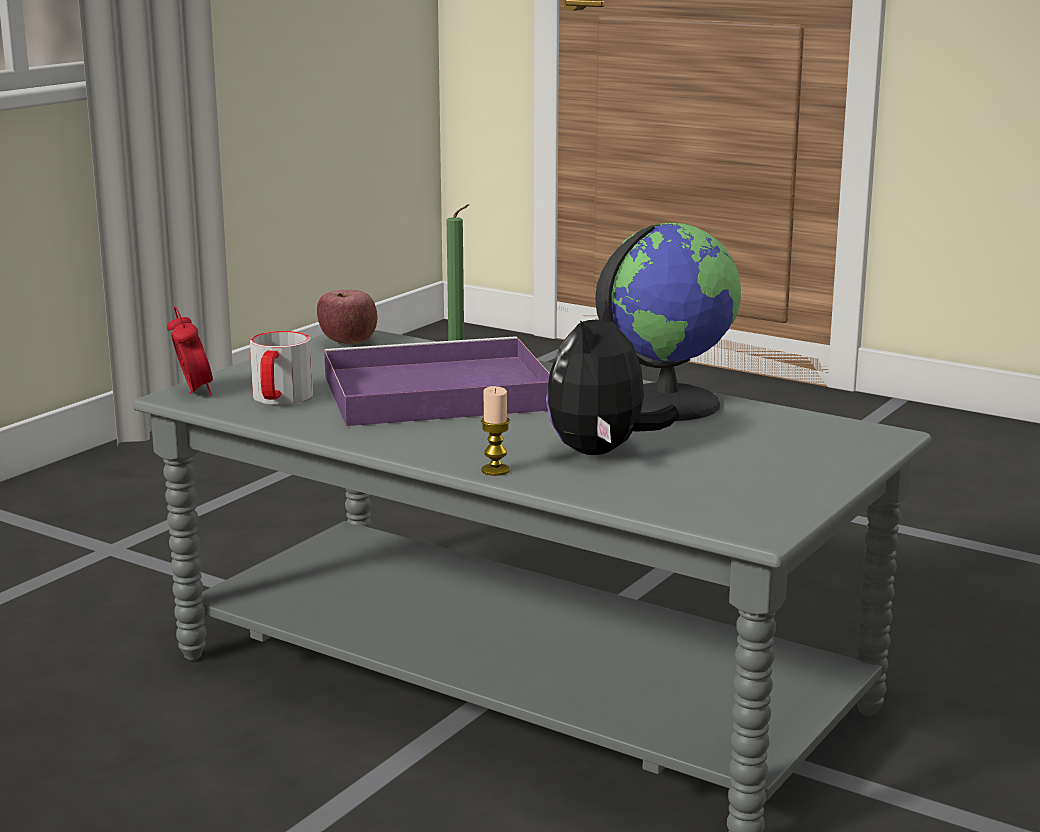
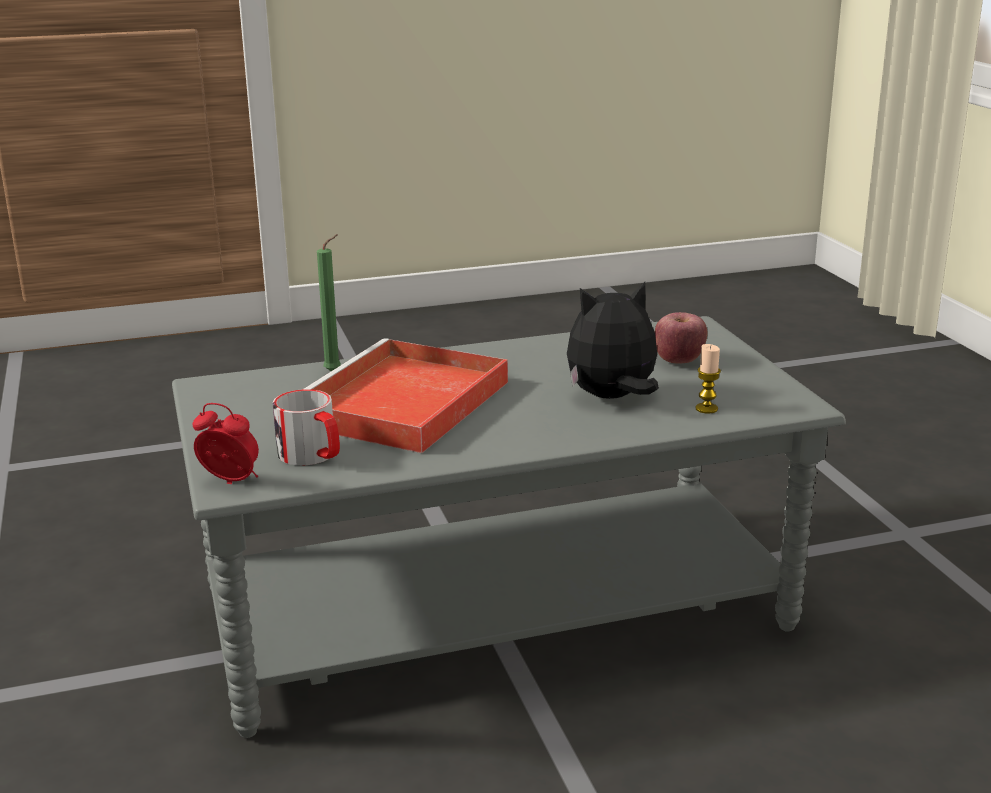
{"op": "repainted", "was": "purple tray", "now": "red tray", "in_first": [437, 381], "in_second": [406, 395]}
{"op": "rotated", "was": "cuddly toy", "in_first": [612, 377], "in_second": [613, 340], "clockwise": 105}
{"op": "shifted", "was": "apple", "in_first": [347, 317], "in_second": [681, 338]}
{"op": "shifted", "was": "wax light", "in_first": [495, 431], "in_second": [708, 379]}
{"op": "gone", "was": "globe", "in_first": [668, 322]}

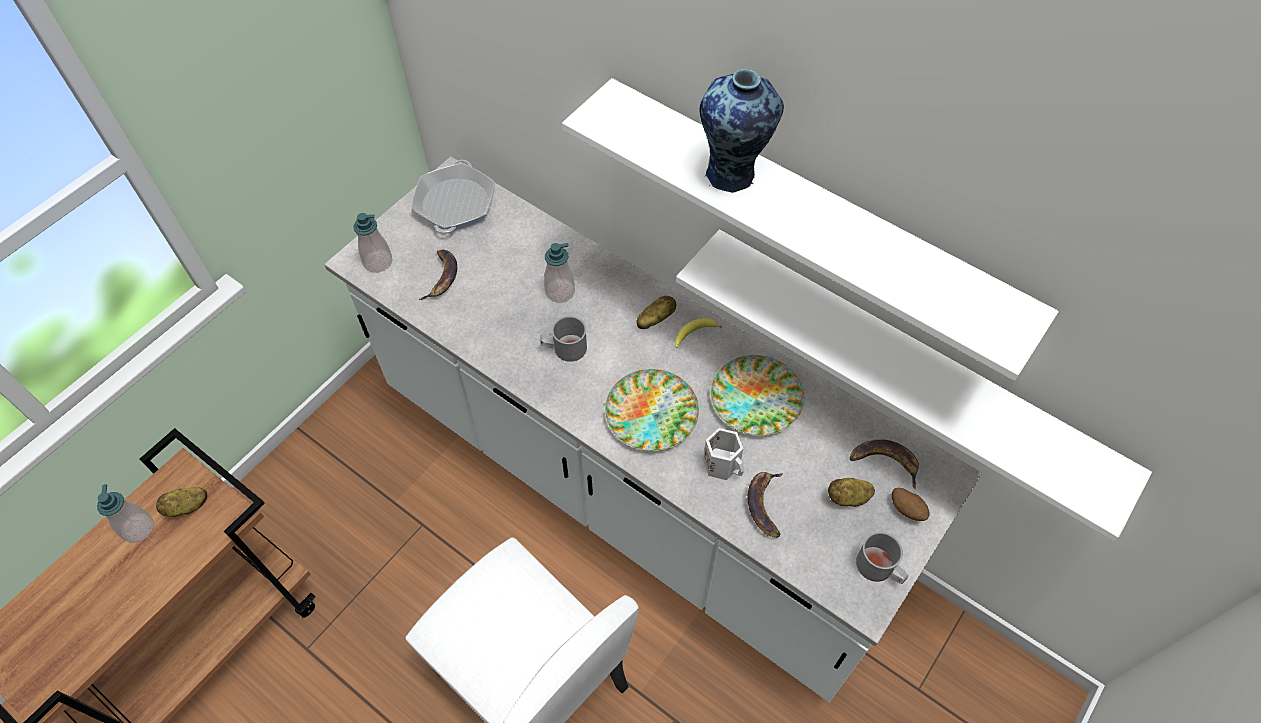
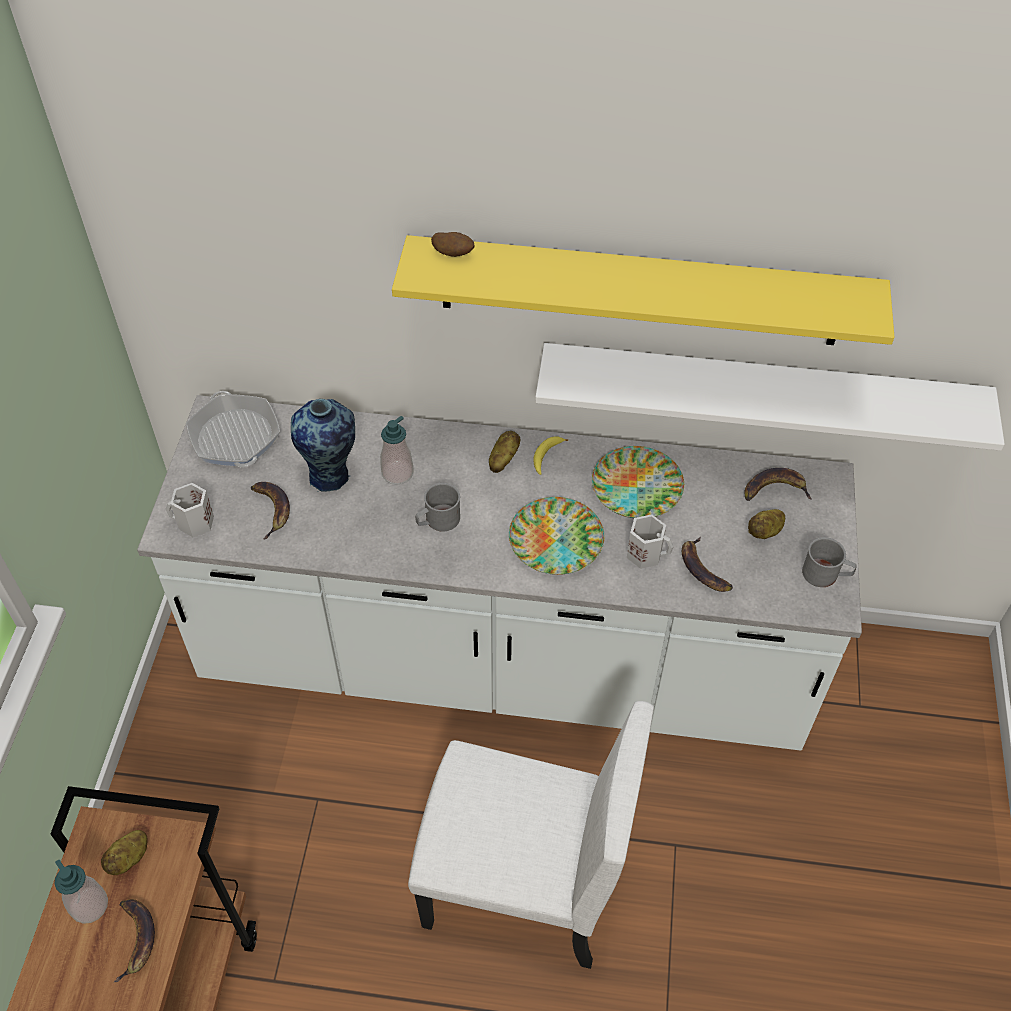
{"op": "new", "now": "banana fruit", "in_second": [134, 940]}
{"op": "swapped", "was": "soap dispenser", "now": "white tea mug", "in_first": [372, 243], "in_second": [190, 510]}
{"op": "shifted", "was": "flower vase", "in_first": [741, 131], "in_second": [323, 445]}
{"op": "repainted", "was": "white shelf", "now": "yellowish shelf", "in_first": [810, 229], "in_second": [643, 290]}
{"op": "shifted", "was": "spud", "in_first": [911, 504], "in_second": [452, 244]}

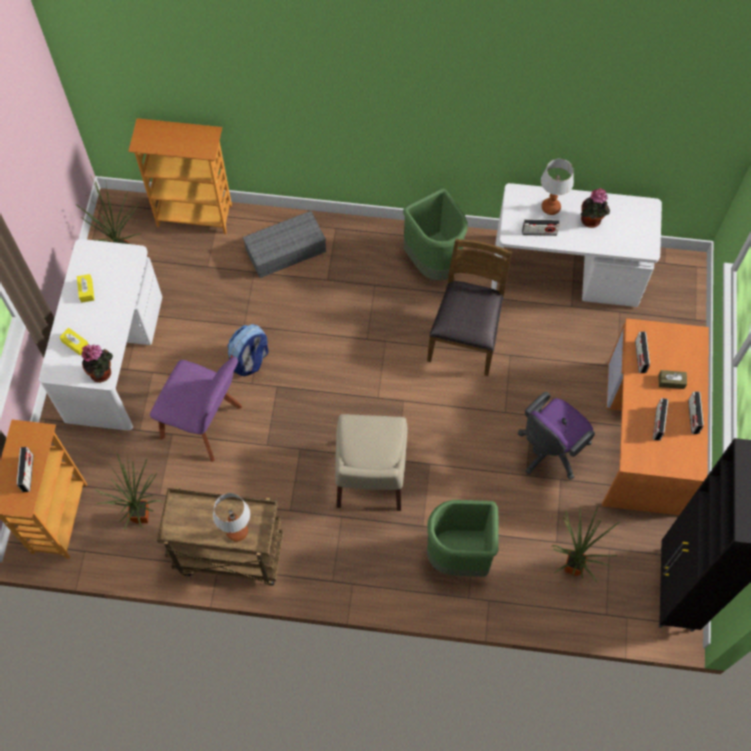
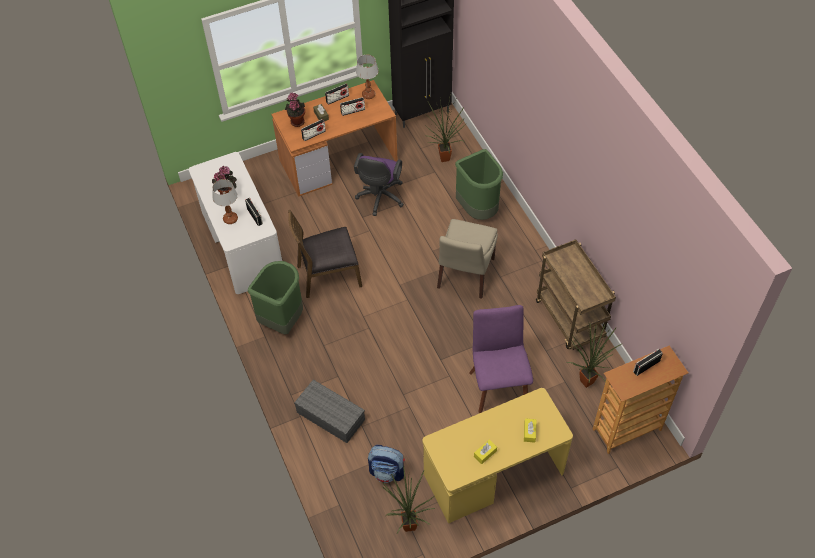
{"op": "shifted", "was": "plant in a pot", "in_first": [97, 363], "in_second": [295, 109]}
{"op": "rotated", "was": "purple computer chair", "in_first": [556, 436], "in_second": [379, 184], "clockwise": 90}
{"op": "shifted", "was": "tabletop lamp", "in_first": [231, 517], "in_second": [367, 77]}
{"op": "shifted", "was": "knapsack", "in_first": [248, 350], "in_second": [386, 464]}
{"op": "repainted", "was": "white desk table", "now": "yellowish desk table", "in_first": [100, 334], "in_second": [497, 456]}
{"op": "rotated", "was": "beige-coloured plain chair", "in_first": [371, 462], "in_second": [467, 259], "clockwise": 135}
{"op": "gone", "was": "shelving unit", "in_first": [180, 176]}

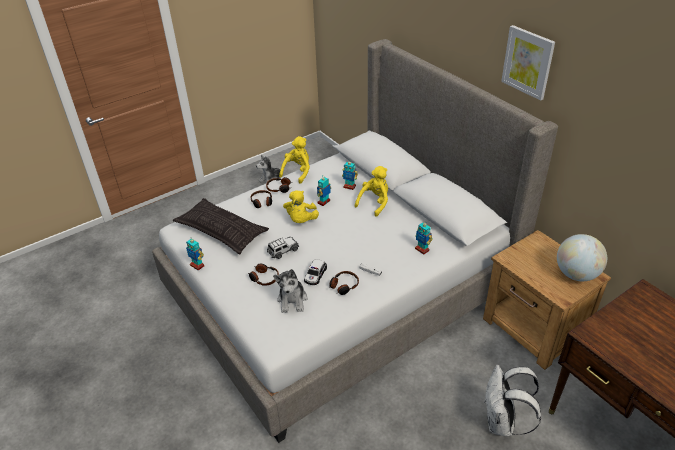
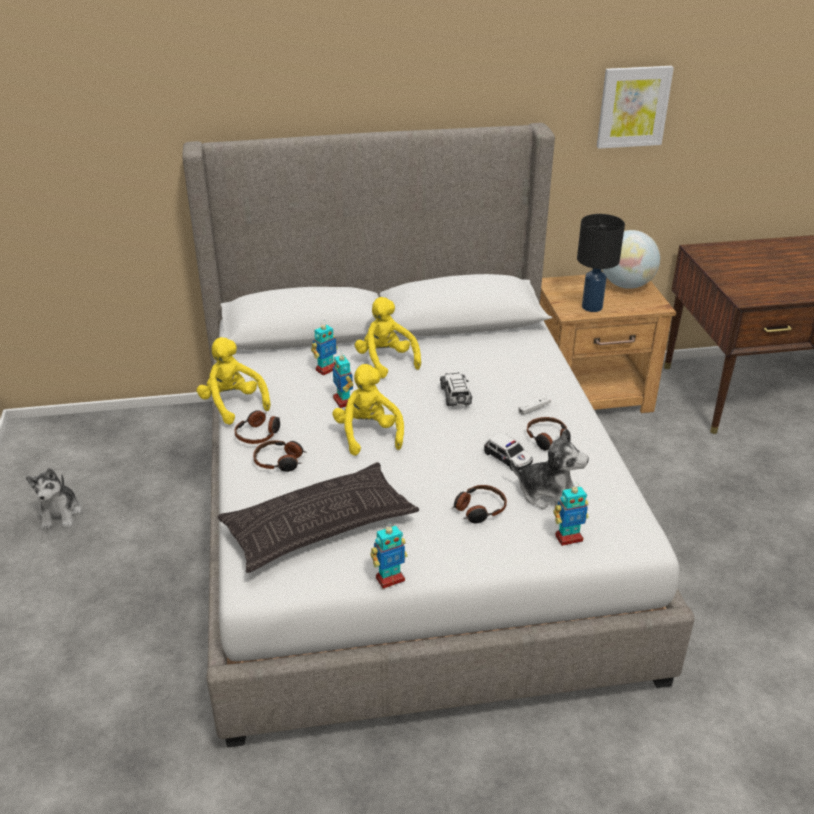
{"op": "rotated", "was": "yellowish cuddly toy", "in_first": [301, 206], "in_second": [368, 410], "clockwise": -135}
{"op": "shifted", "was": "miniature car", "in_first": [283, 248], "in_second": [456, 389]}
{"op": "shifted", "was": "robot figure", "in_first": [424, 237], "in_second": [571, 514]}
{"op": "new", "now": "blackish tabletop lamp", "in_second": [601, 263]}
{"op": "shifted", "was": "wall picture", "in_first": [528, 63], "in_second": [635, 107]}
{"op": "gone", "was": "white knapsack", "in_first": [513, 400]}

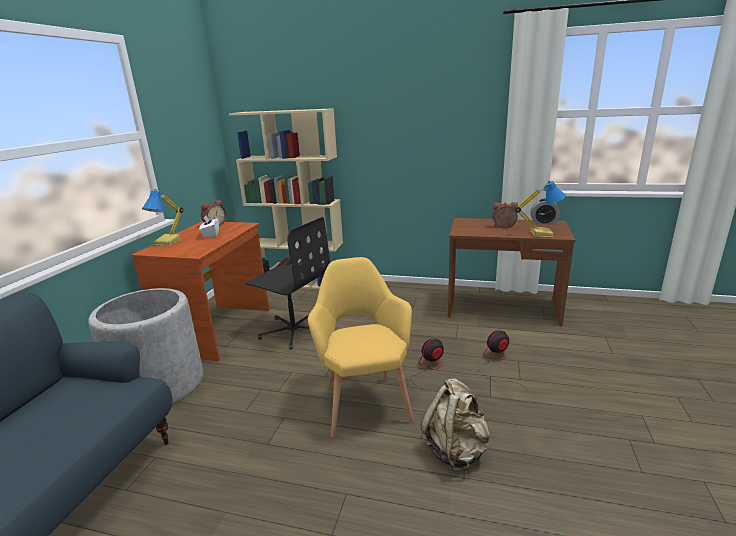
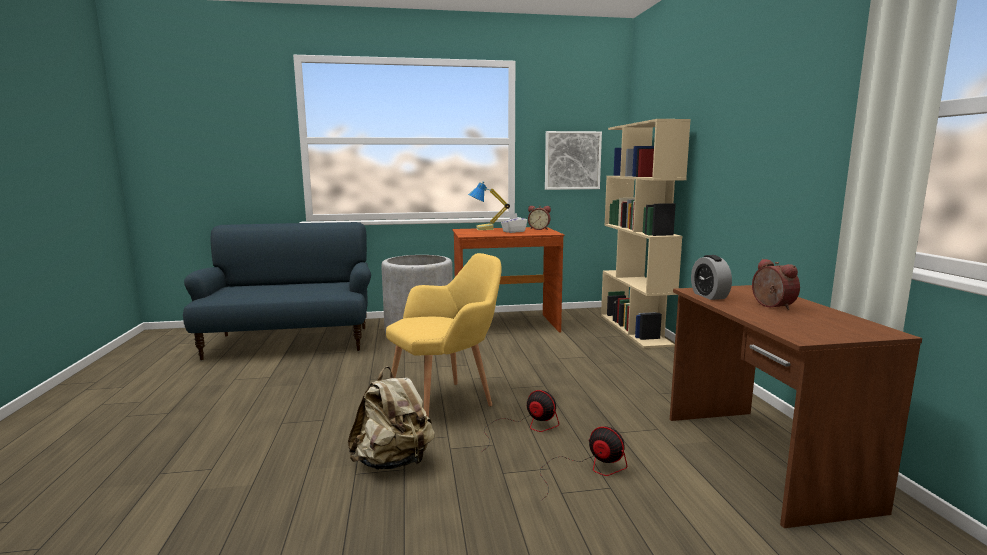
{"op": "new", "now": "wall picture", "in_second": [573, 160]}
{"op": "shifted", "was": "bedside clock", "in_first": [545, 211], "in_second": [711, 277]}
{"op": "gone", "was": "blackish computer chair", "in_first": [287, 283]}
{"op": "gone", "was": "tabletop lamp", "in_first": [540, 209]}

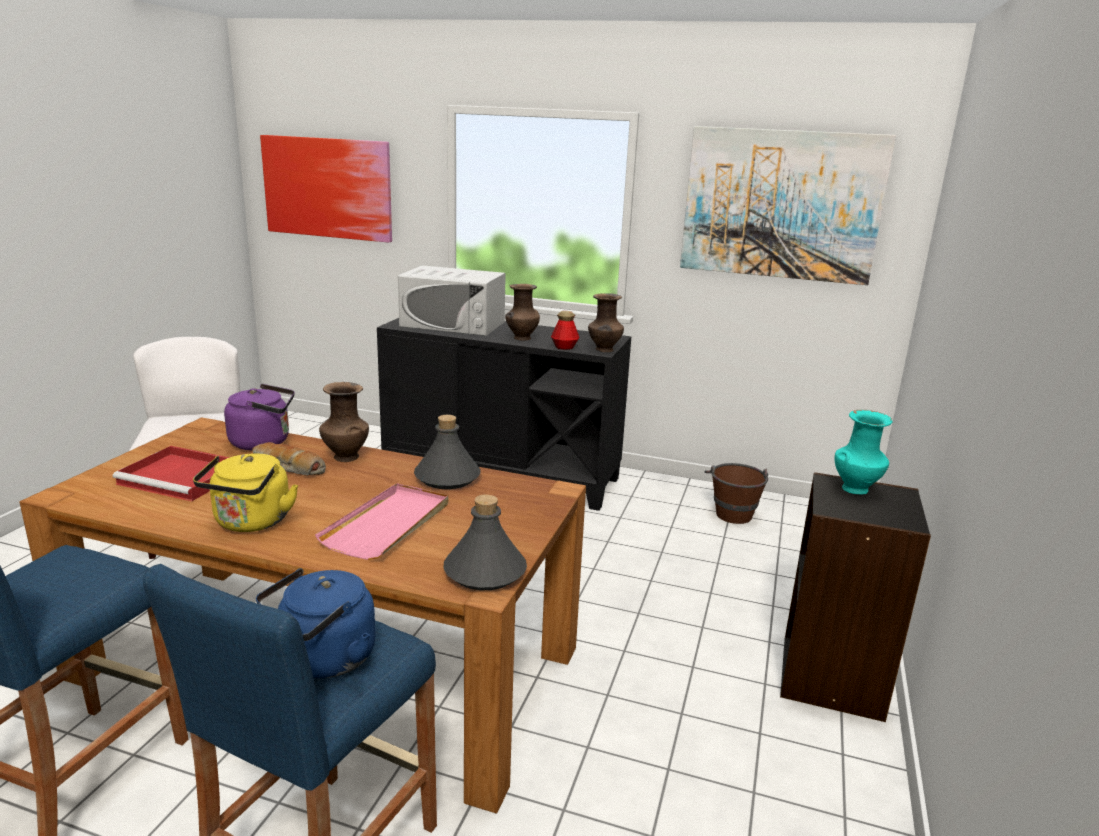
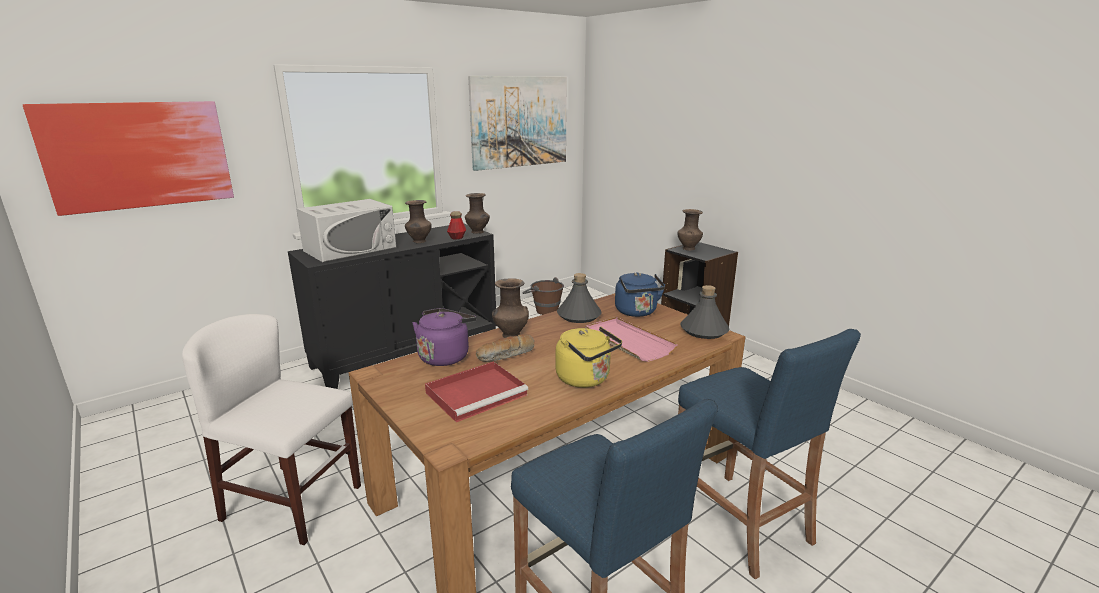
{"op": "shifted", "was": "blue water kettle", "in_first": [316, 623], "in_second": [640, 294]}
{"op": "repainted", "was": "turquoise flower vase", "now": "brown-coloured flower vase", "in_first": [864, 452], "in_second": [690, 229]}

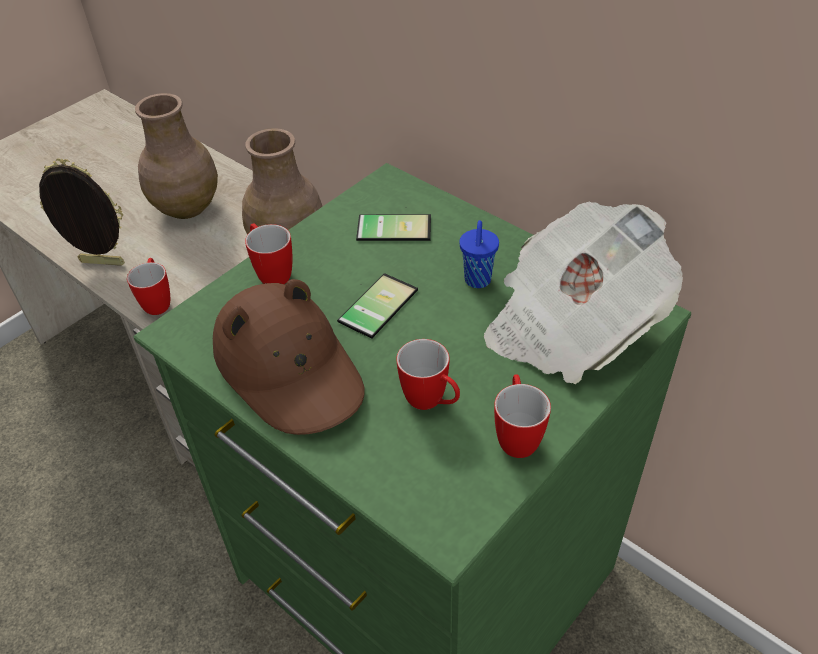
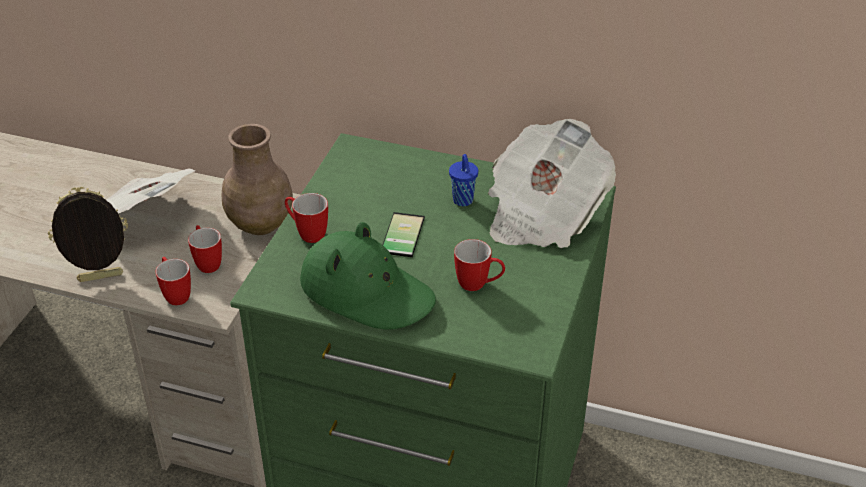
{"op": "swapped", "was": "brown-coloured flower vase", "now": "daily paper", "in_first": [176, 156], "in_second": [151, 190]}
{"op": "shifted", "was": "tea mug", "in_first": [522, 416], "in_second": [205, 249]}
{"op": "repainted", "was": "brown-coloured clothing hat", "now": "greenish clothing hat", "in_first": [288, 357], "in_second": [368, 276]}
{"op": "gone", "was": "telephone", "in_first": [393, 227]}

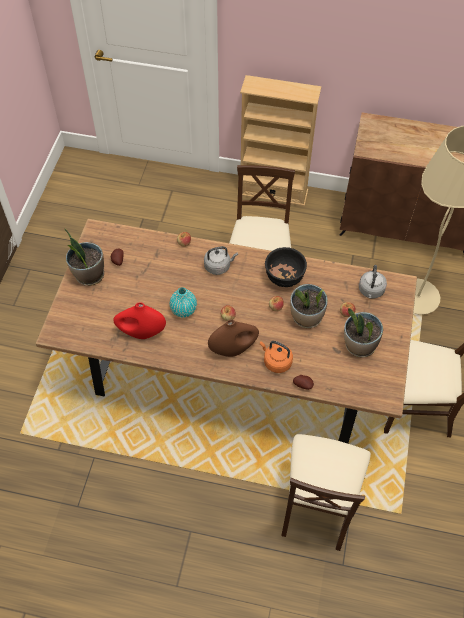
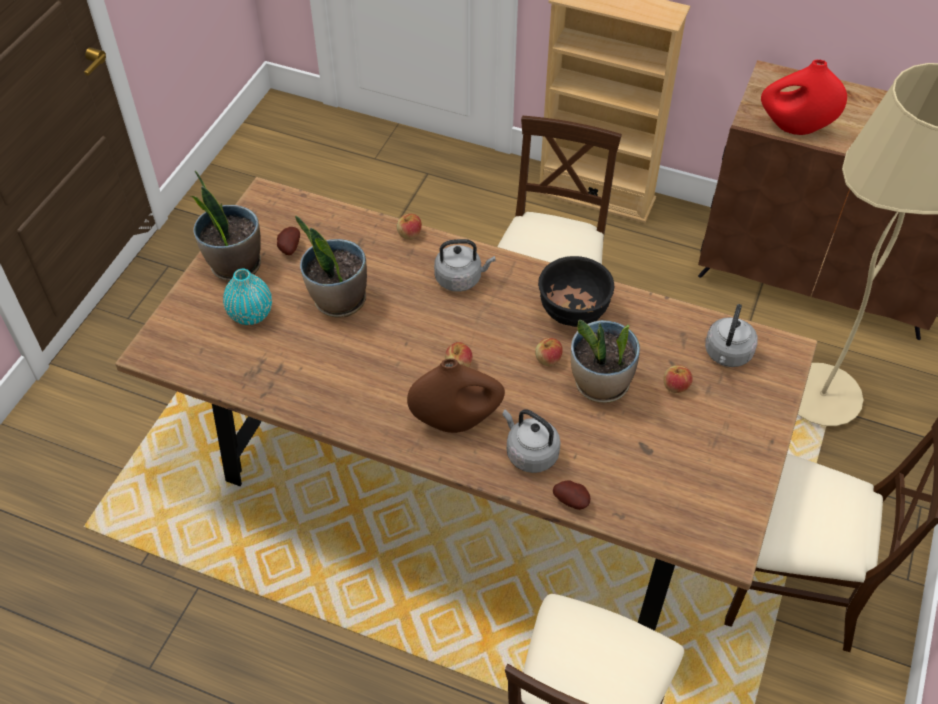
{"op": "shifted", "was": "turquoise flower vase", "in_first": [183, 302], "in_second": [247, 297]}
{"op": "shifted", "was": "plant in a pot", "in_first": [363, 332], "in_second": [331, 266]}
{"op": "repainted", "was": "orange water kettle", "now": "greyish water kettle", "in_first": [276, 357], "in_second": [531, 441]}
{"op": "shifted", "was": "red flower vase", "in_first": [139, 320], "in_second": [804, 97]}

